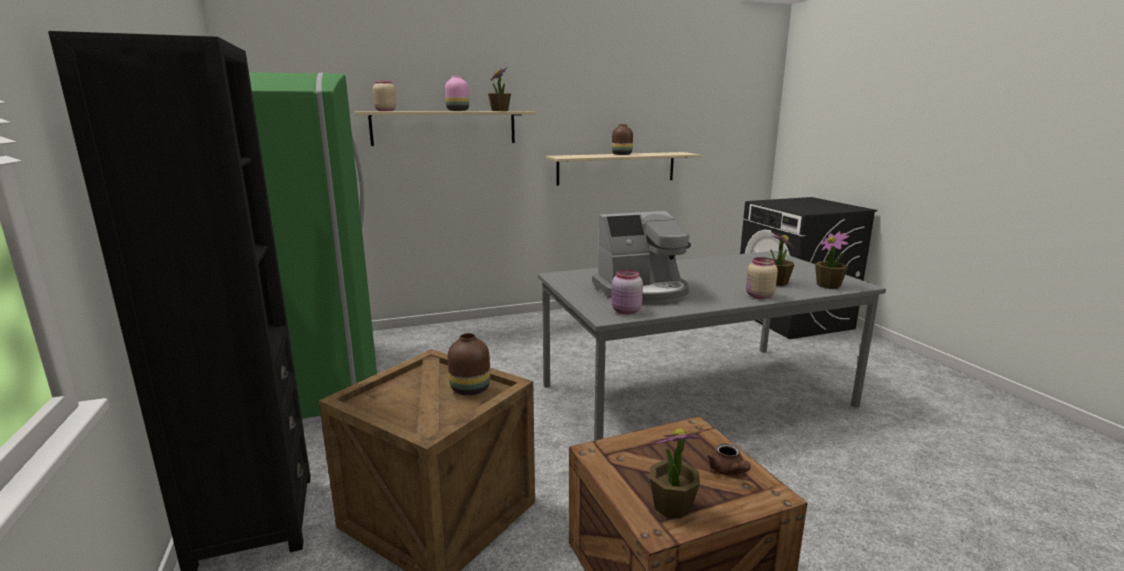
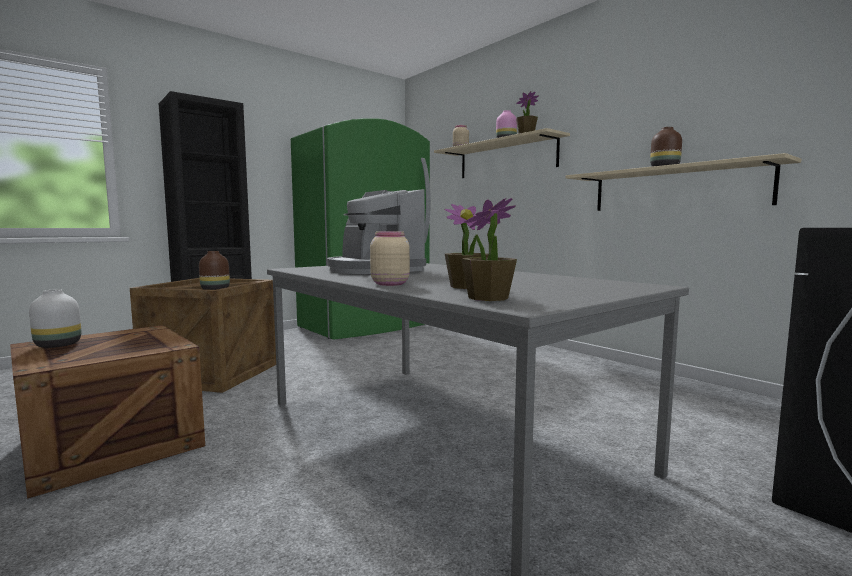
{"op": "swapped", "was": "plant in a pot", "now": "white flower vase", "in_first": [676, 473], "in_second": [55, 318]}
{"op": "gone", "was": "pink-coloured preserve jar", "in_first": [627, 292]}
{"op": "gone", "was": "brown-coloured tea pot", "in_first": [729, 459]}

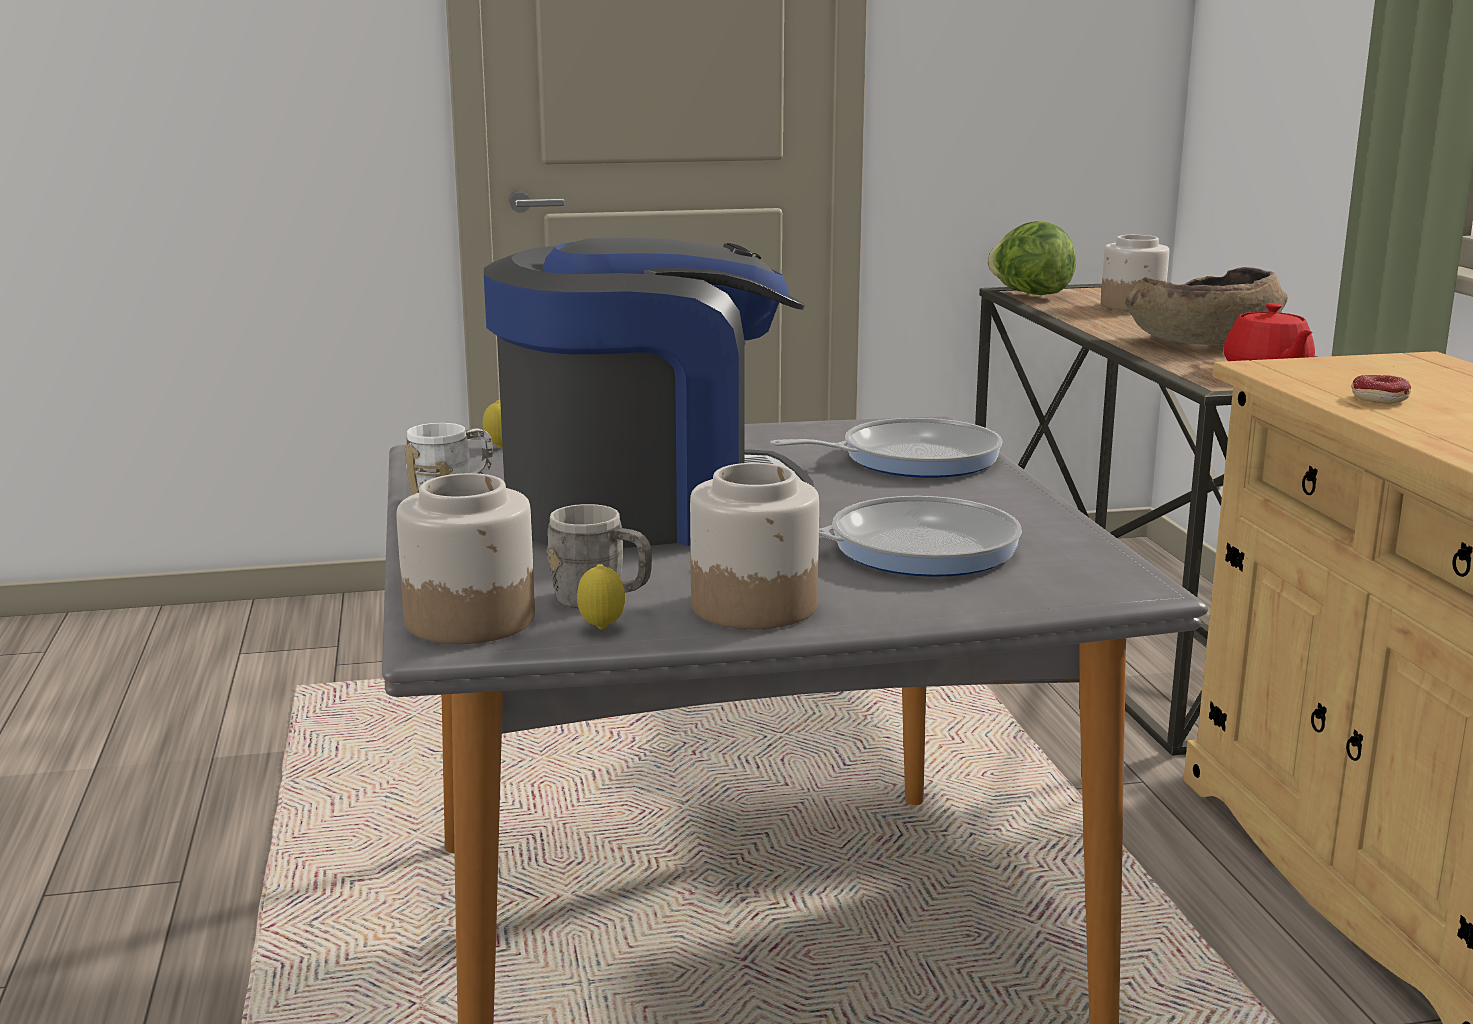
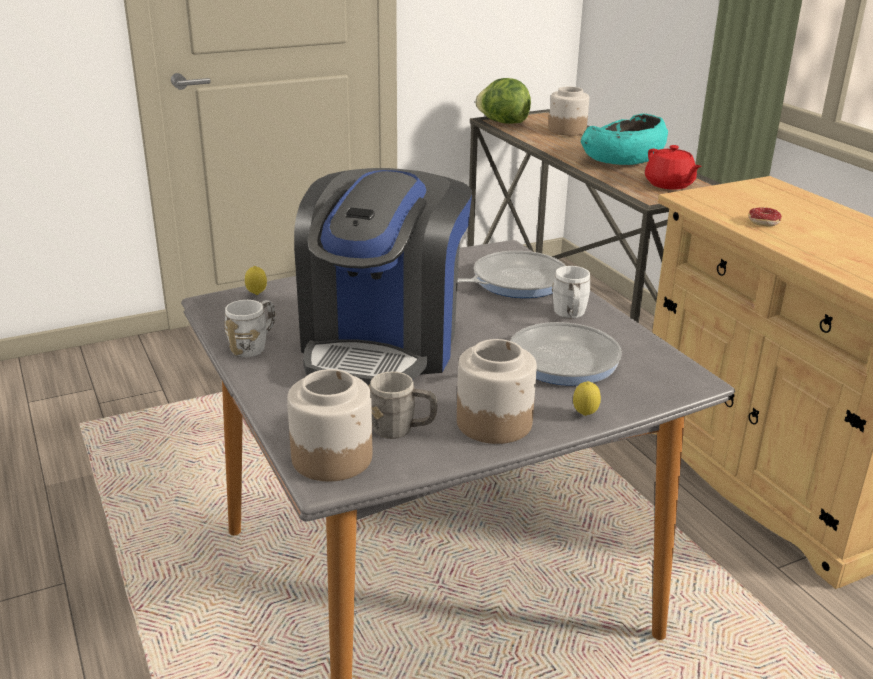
{"op": "rotated", "was": "coffee machine", "in_first": [649, 392], "in_second": [383, 276], "clockwise": 135}
{"op": "new", "now": "white tea mug", "in_second": [571, 292]}
{"op": "shifted", "was": "citrus fruit", "in_first": [601, 596], "in_second": [587, 398]}
{"op": "repainted", "was": "brown-coloured serving bowl", "now": "turquoise serving bowl", "in_first": [1206, 306], "in_second": [624, 139]}

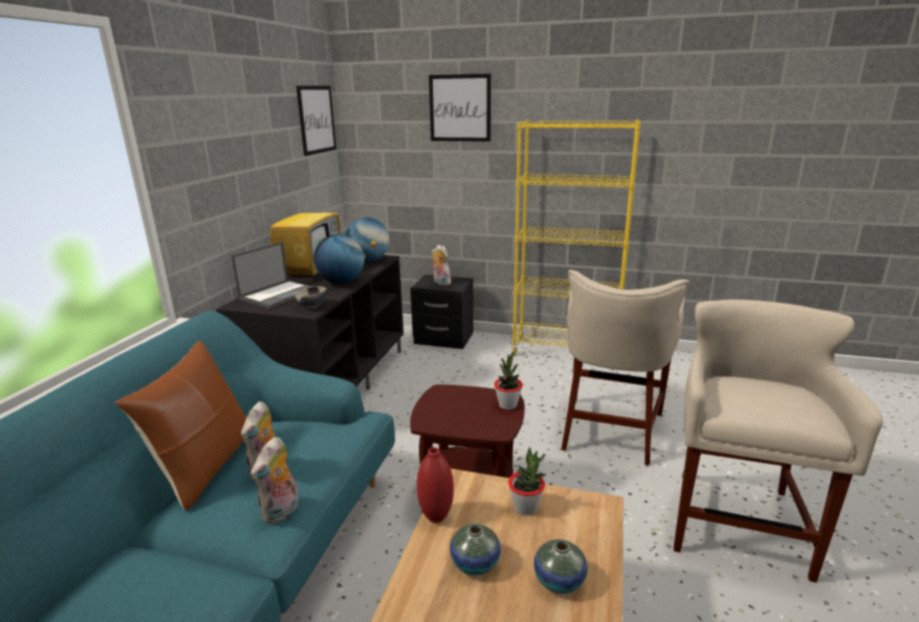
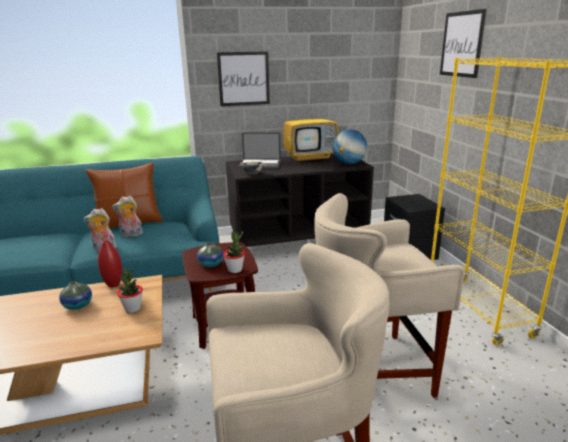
{"op": "shifted", "was": "flower vase", "in_first": [561, 566], "in_second": [210, 255]}
{"op": "shifted", "was": "wall picture", "in_first": [316, 121], "in_second": [243, 78]}
{"op": "gone", "was": "globe", "in_first": [339, 259]}
{"op": "gone", "was": "cuddly toy", "in_first": [441, 265]}

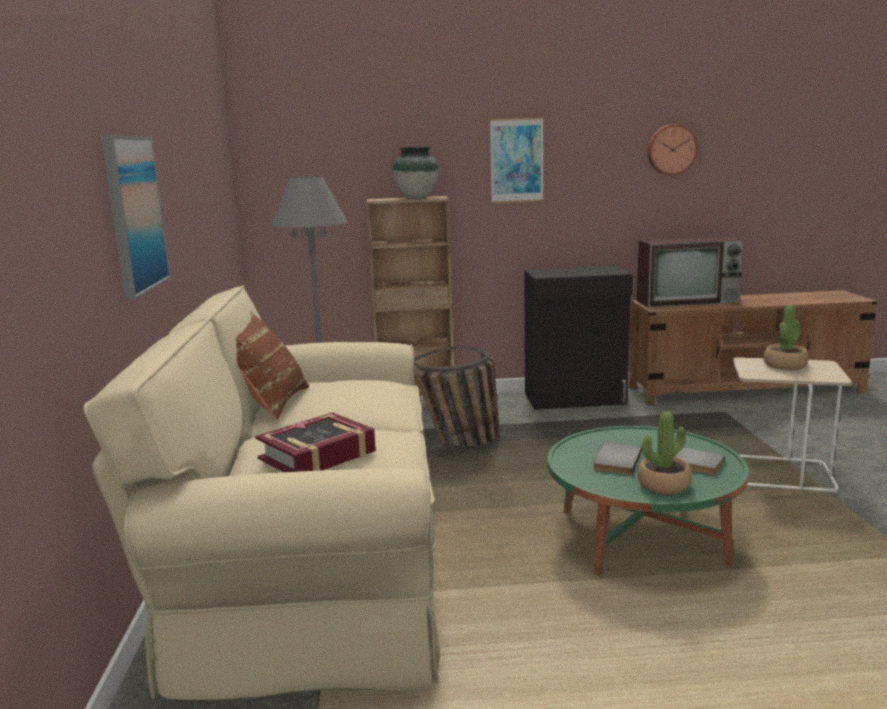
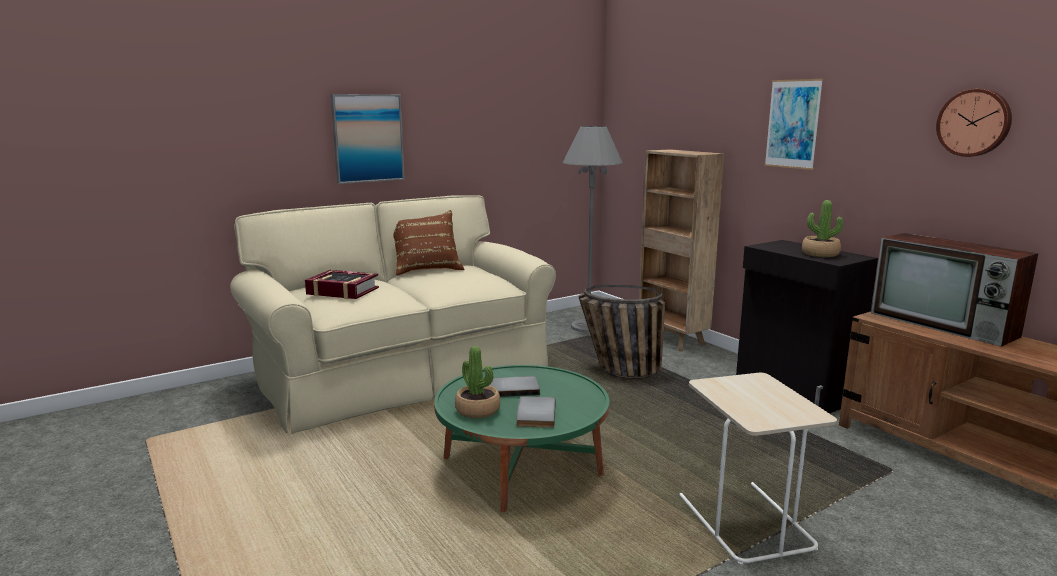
{"op": "shifted", "was": "plant in a pot", "in_first": [786, 337], "in_second": [822, 228]}
{"op": "gone", "was": "flower vase", "in_first": [415, 173]}

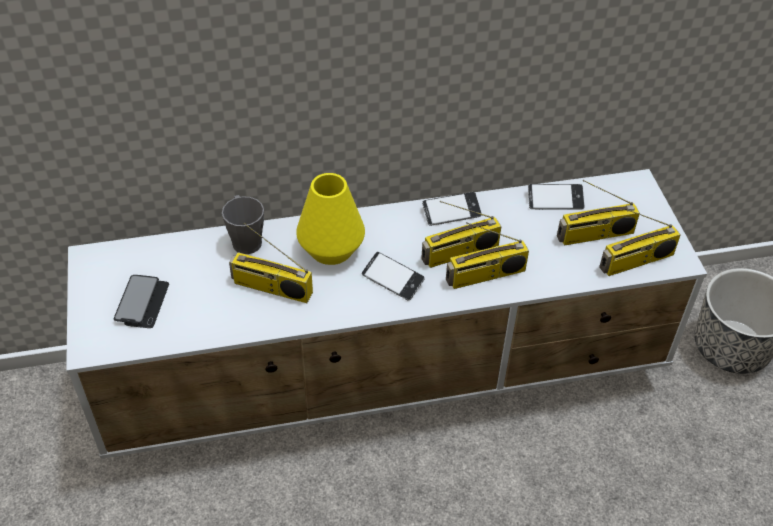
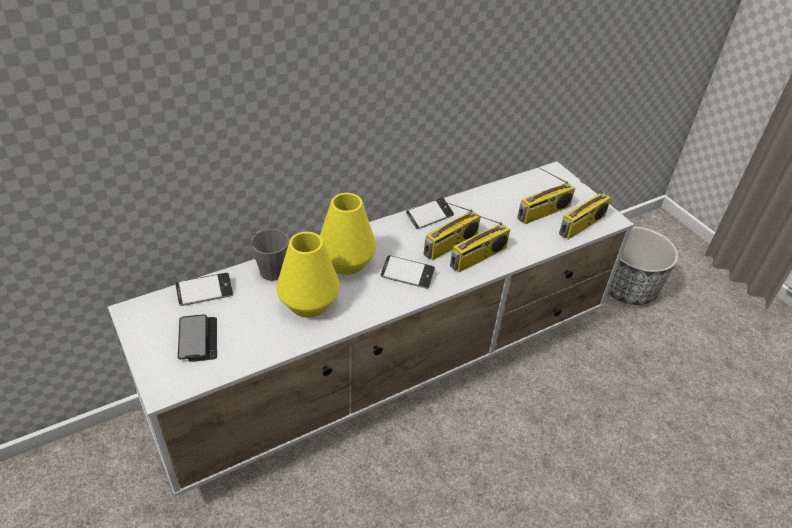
{"op": "shifted", "was": "telephone", "in_first": [556, 197], "in_second": [204, 289]}
{"op": "swapped", "was": "radio set", "now": "yellowish flower vase", "in_first": [271, 263], "in_second": [308, 274]}

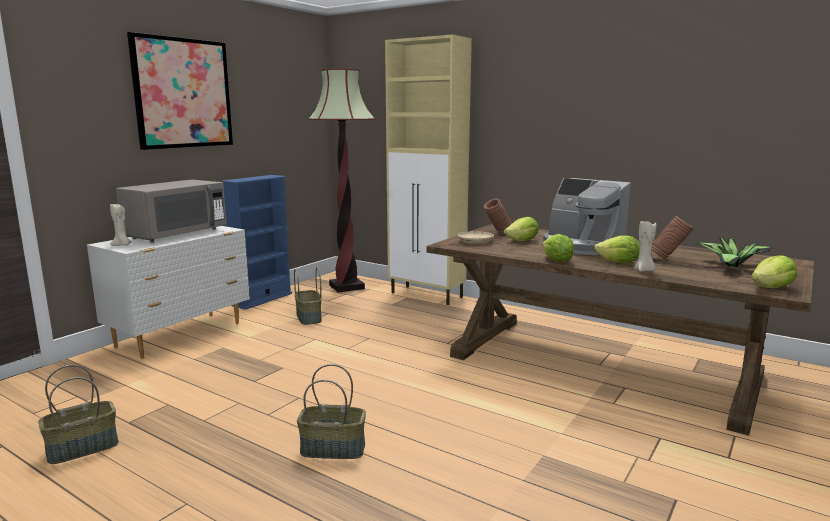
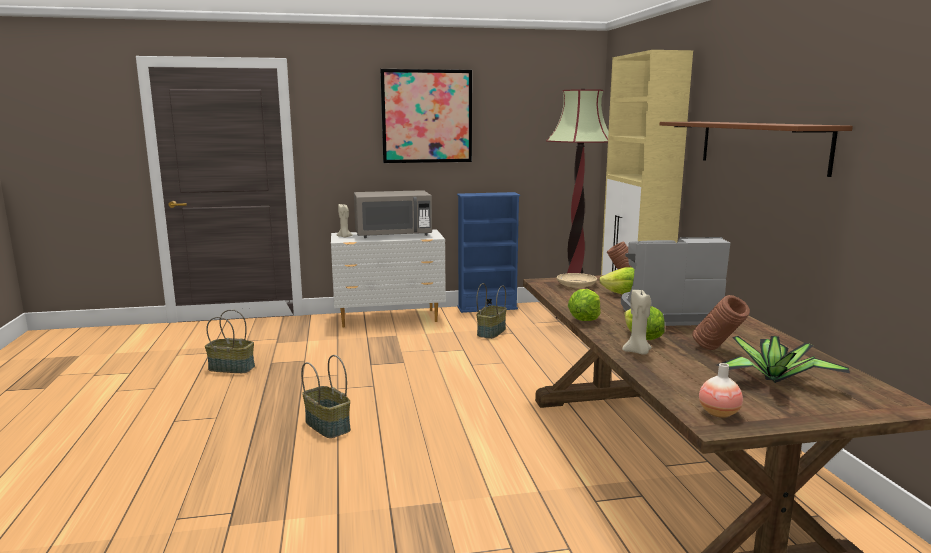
{"op": "rotated", "was": "coffee machine", "in_first": [587, 216], "in_second": [675, 281], "clockwise": 90}
{"op": "new", "now": "brown-coloured shelf", "in_second": [756, 149]}
{"op": "swapped", "was": "head of lettuce", "now": "flower vase", "in_first": [774, 271], "in_second": [721, 390]}

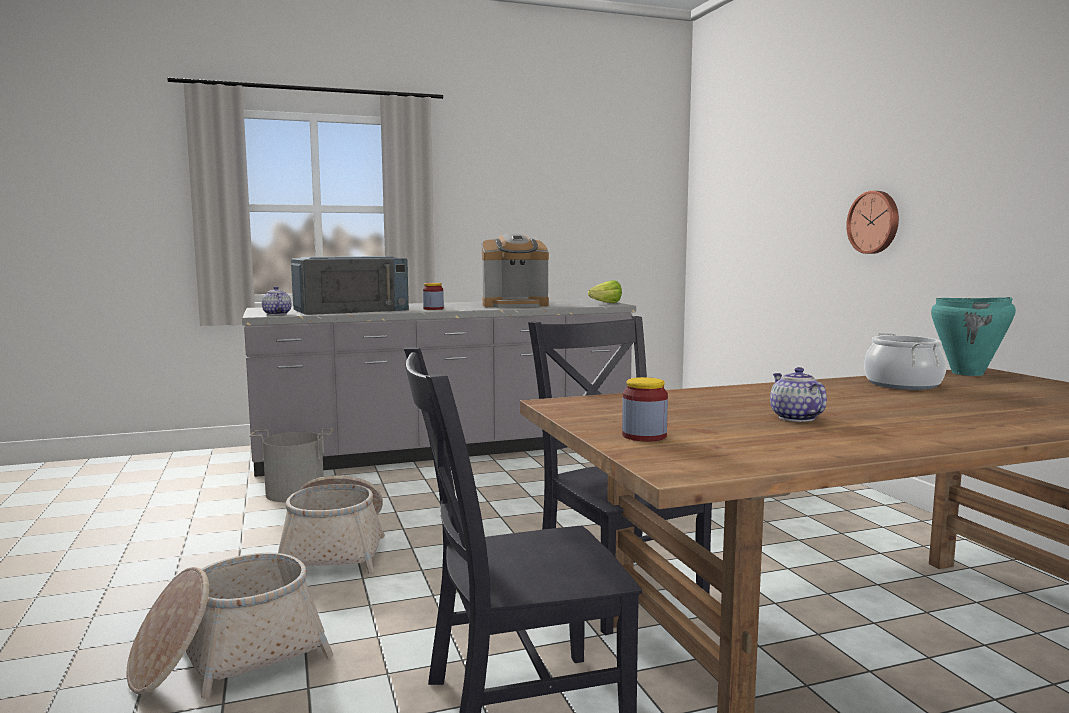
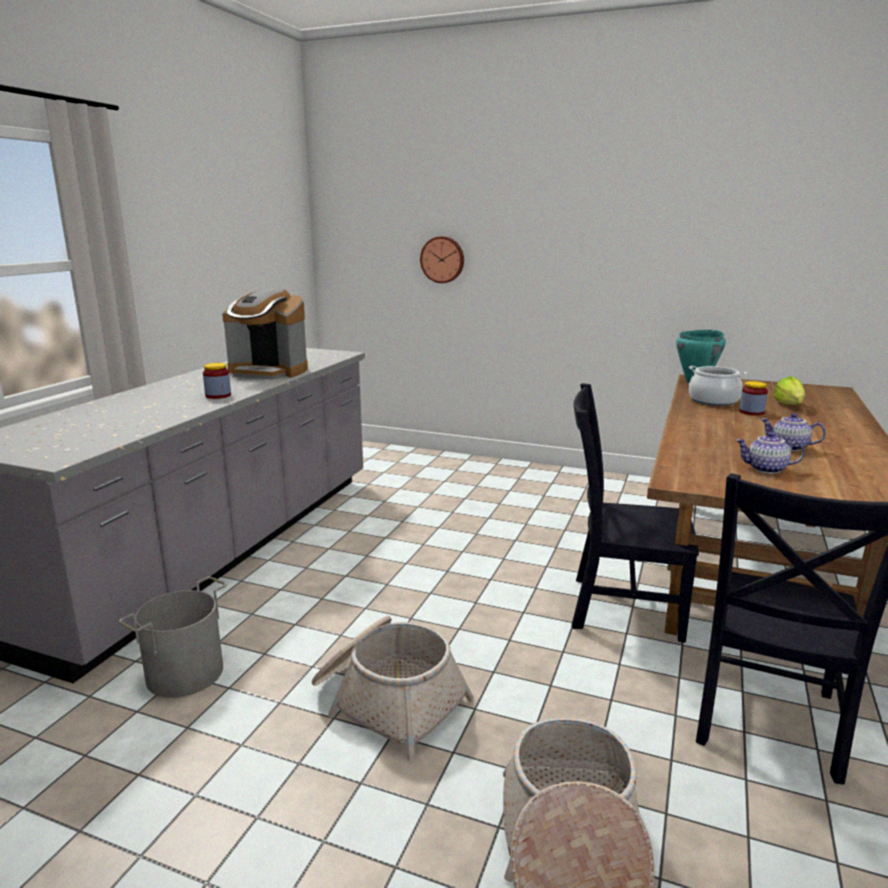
{"op": "rotated", "was": "coffee machine", "in_first": [515, 270], "in_second": [265, 334], "clockwise": 75}
{"op": "shifted", "was": "clock on the wall", "in_first": [872, 222], "in_second": [442, 259]}
{"op": "shifted", "was": "tea pot", "in_first": [277, 300], "in_second": [770, 453]}
{"op": "shifted", "was": "preserve jar", "in_first": [645, 409], "in_second": [753, 398]}
{"op": "shifted", "was": "head of lettuce", "in_first": [605, 291], "in_second": [789, 390]}
{"op": "gone", "was": "blue microwave oven", "in_first": [350, 285]}

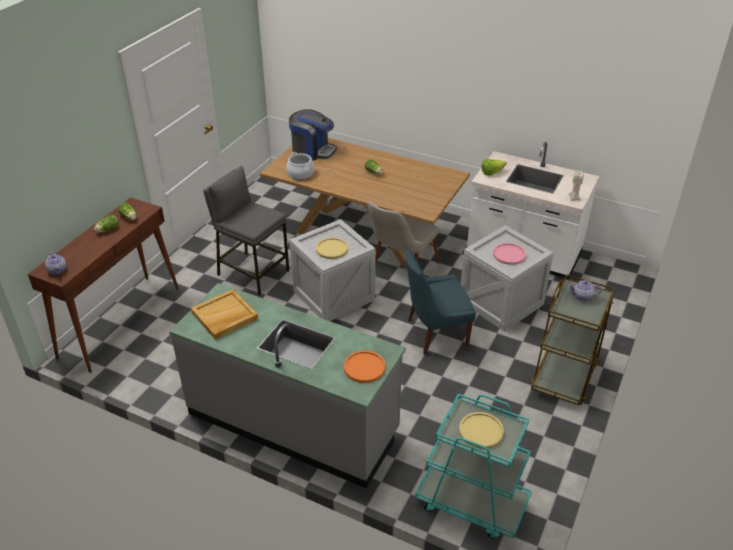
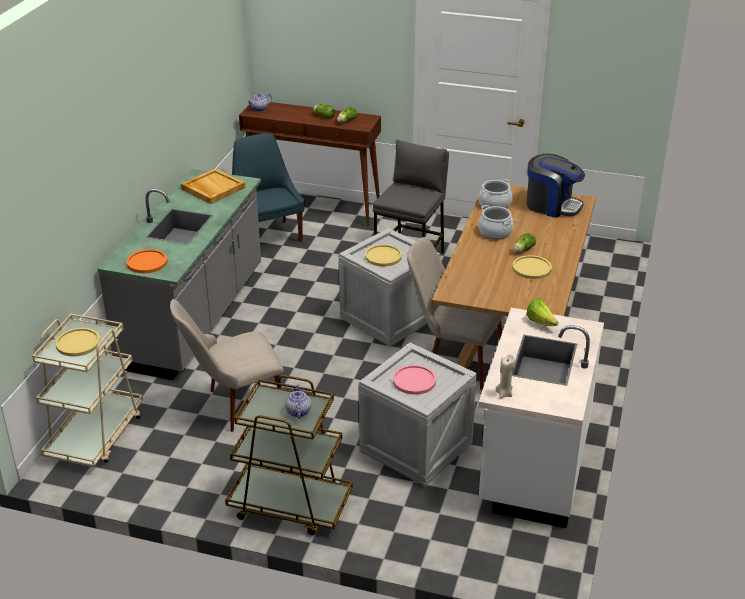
{"op": "repainted", "was": "turquoise trolley", "now": "beige-coloured trolley", "in_first": [473, 466], "in_second": [87, 390]}
{"op": "new", "now": "beige-coloured plain chair", "in_second": [227, 365]}
{"op": "shifted", "was": "blue plain chair", "in_first": [440, 301], "in_second": [268, 187]}
{"op": "new", "now": "cooking pot", "in_second": [496, 222]}
{"op": "new", "now": "yellowish plate", "in_second": [532, 267]}
{"op": "rotated", "was": "coffee machine", "in_first": [313, 135], "in_second": [556, 186], "clockwise": -75}

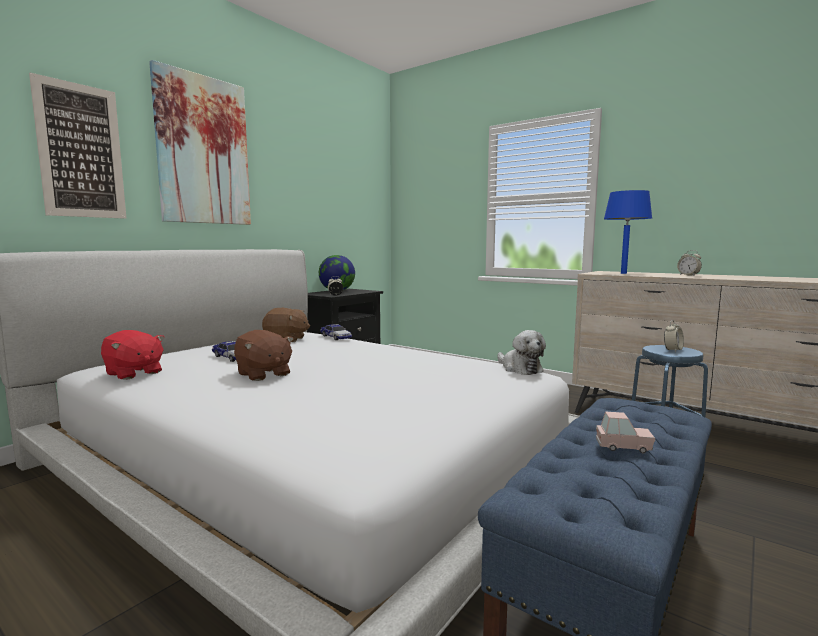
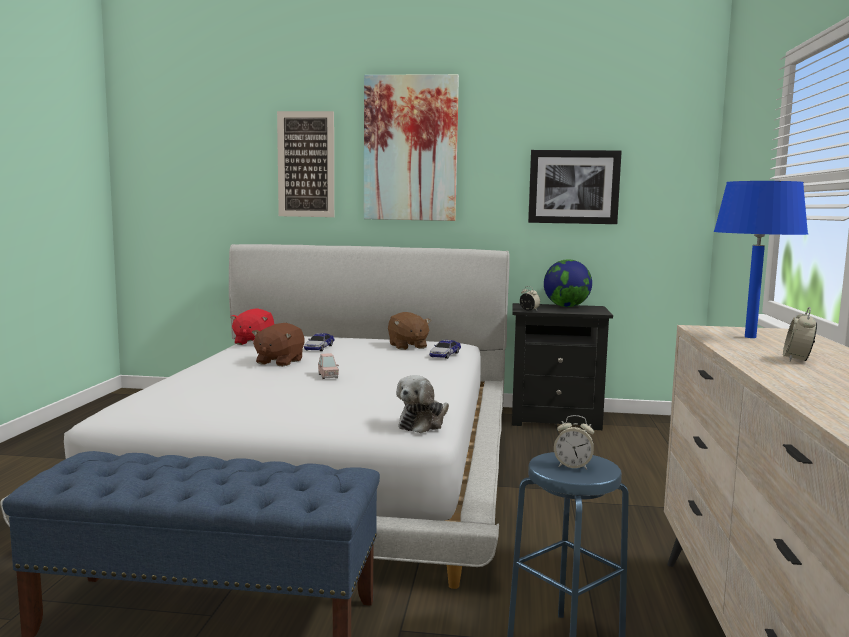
{"op": "shifted", "was": "pink-coloured miniature car", "in_first": [625, 432], "in_second": [328, 366]}
{"op": "new", "now": "wall picture", "in_second": [575, 187]}

